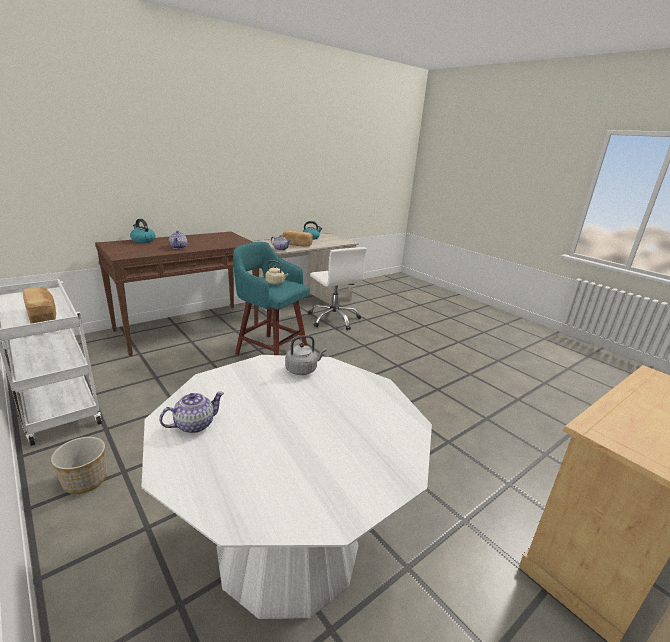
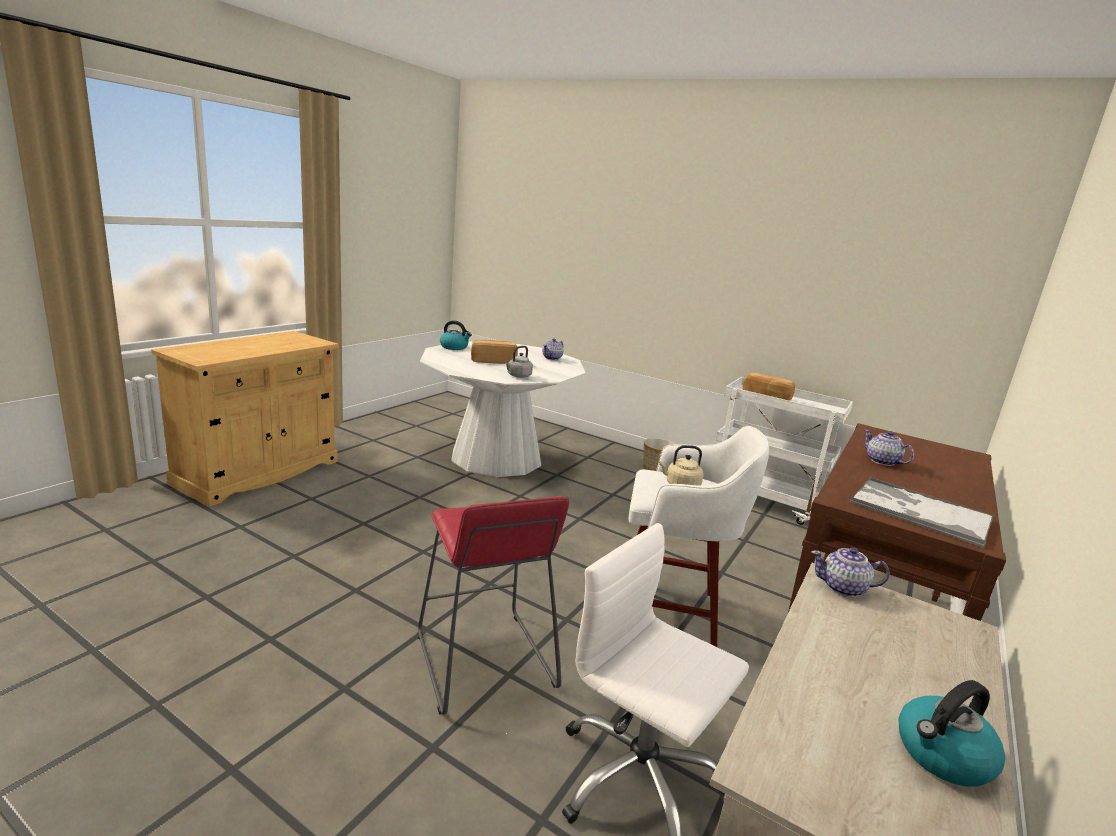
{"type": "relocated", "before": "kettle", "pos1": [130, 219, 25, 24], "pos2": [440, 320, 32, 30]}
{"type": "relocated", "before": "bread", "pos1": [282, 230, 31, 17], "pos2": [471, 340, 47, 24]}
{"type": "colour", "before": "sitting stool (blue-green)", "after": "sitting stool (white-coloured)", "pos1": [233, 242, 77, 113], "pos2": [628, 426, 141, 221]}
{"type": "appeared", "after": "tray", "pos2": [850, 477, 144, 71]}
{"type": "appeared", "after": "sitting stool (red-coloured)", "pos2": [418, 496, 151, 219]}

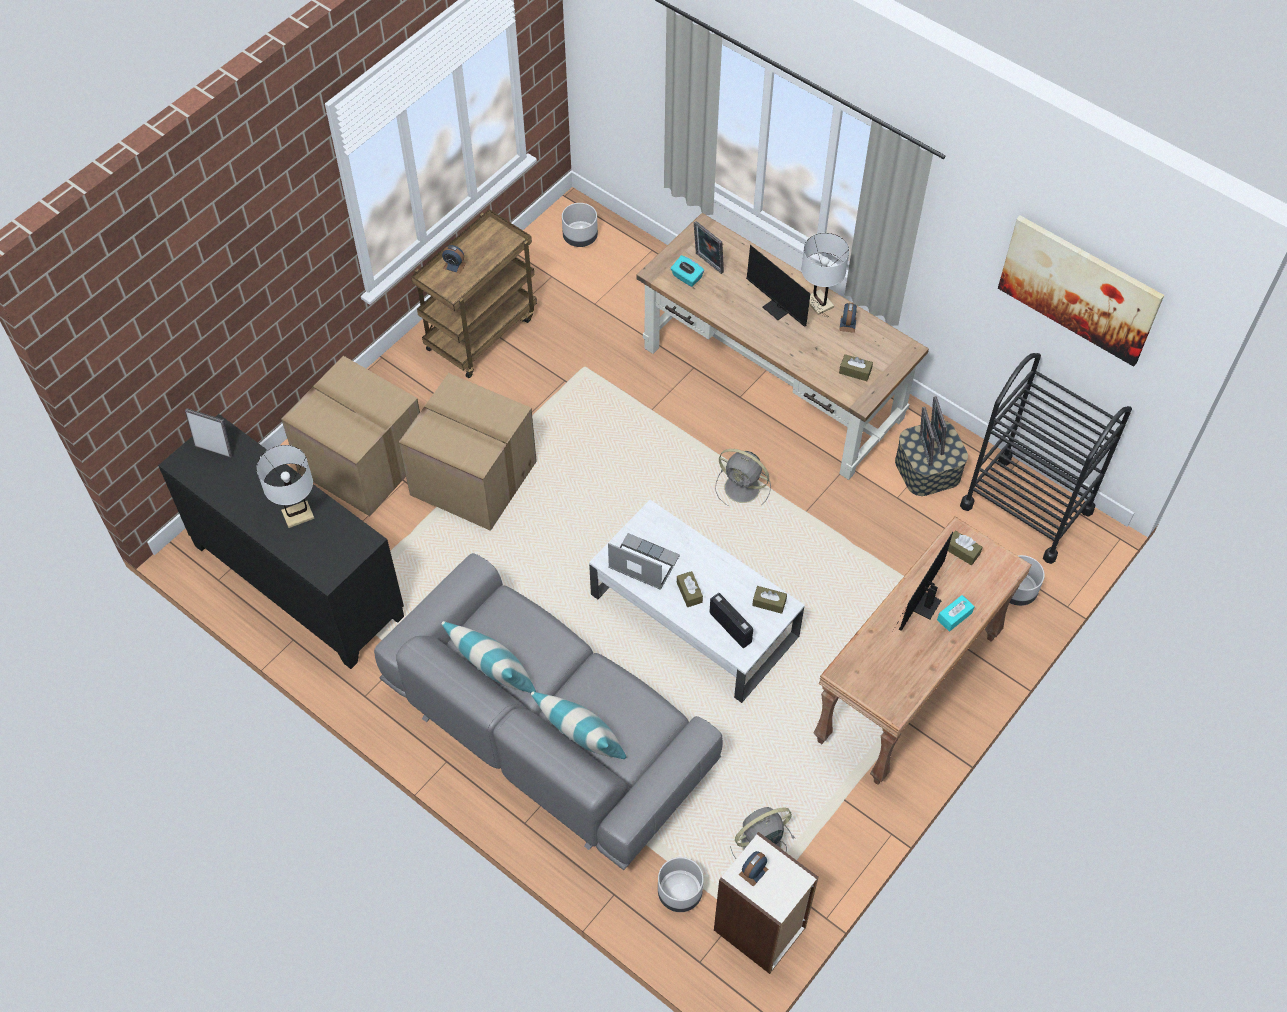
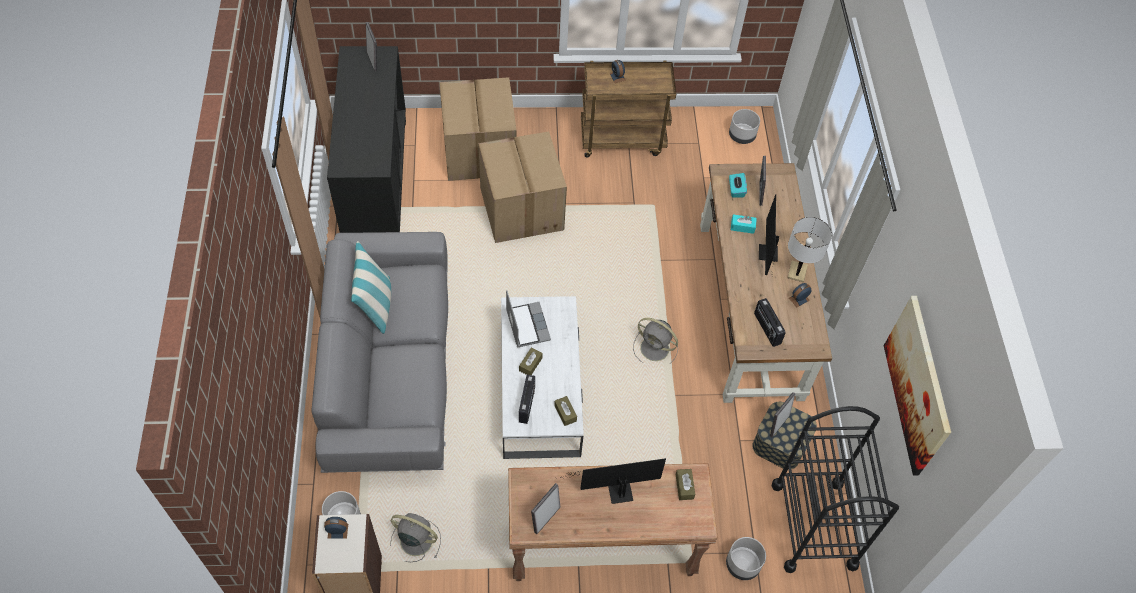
{"type": "exchanged", "before": "box of tissues (brown)", "after": "radio receiver", "pos1": [839, 354, 34, 27], "pos2": [754, 298, 32, 49]}
{"type": "relocated", "before": "standing frame", "pos1": [931, 396, 16, 59], "pos2": [531, 483, 29, 51]}
{"type": "missing", "before": "tabletop lamp (white-coloured)", "pos1": [257, 445, 58, 83]}
{"type": "spun", "before": "electric fan (greyish)", "pos1": [715, 449, 56, 57], "pos2": [633, 318, 45, 46], "turn": -45}
{"type": "relocated", "before": "box of tissues (blue-green)", "pos1": [937, 595, 38, 37], "pos2": [731, 214, 26, 20]}
{"type": "missing", "before": "pillow", "pos1": [531, 692, 95, 67]}

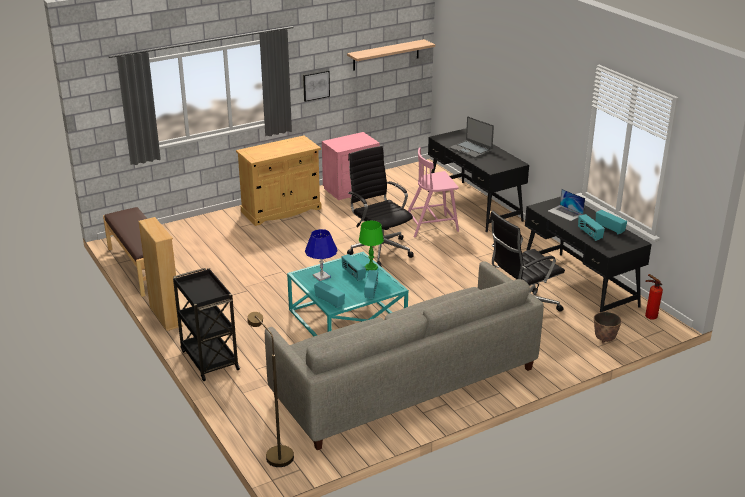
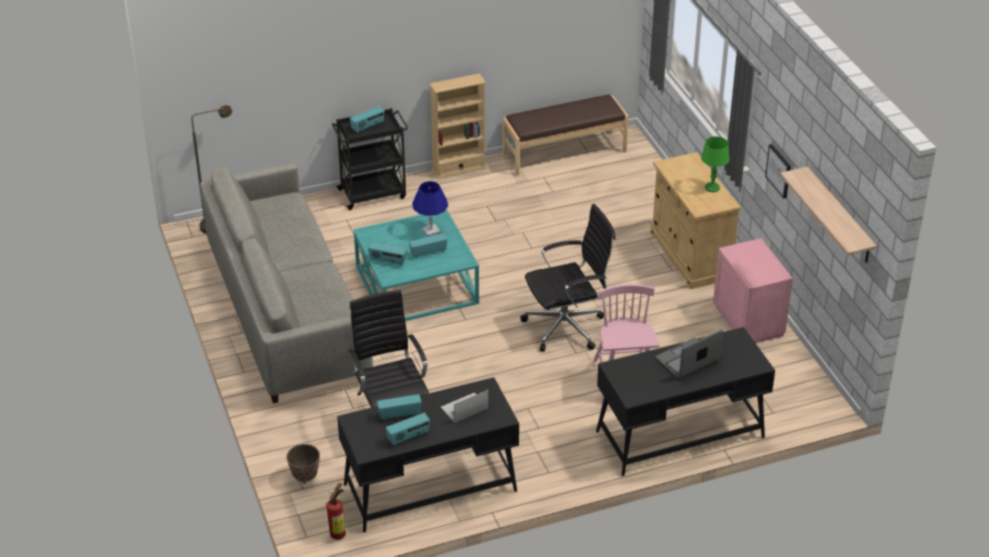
{"type": "relocated", "before": "tabletop lamp (greenish)", "pos1": [359, 221, 25, 50], "pos2": [701, 136, 29, 56]}
{"type": "relocated", "before": "radio receiver", "pos1": [314, 281, 31, 27], "pos2": [350, 106, 34, 27]}

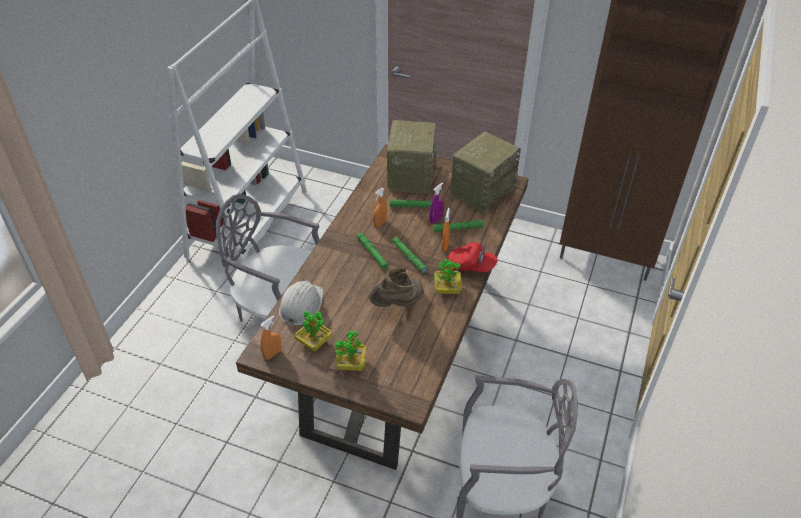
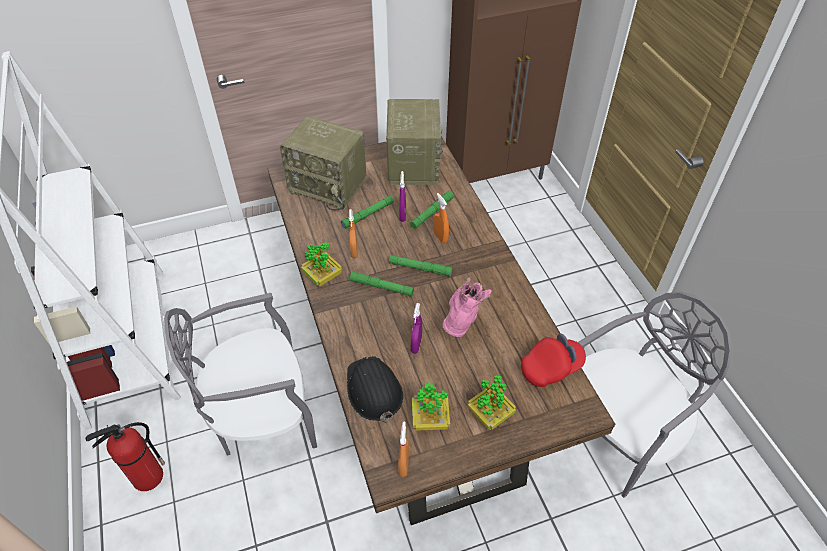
{"type": "spun", "before": "radio receiver", "pos1": [387, 120, 50, 74], "pos2": [280, 116, 86, 94], "turn": 150}
{"type": "relocated", "before": "peaked cap (red-coloured)", "pos1": [448, 242, 50, 30], "pos2": [521, 333, 65, 54]}
{"type": "relocated", "before": "plant in a pot", "pos1": [434, 259, 28, 35], "pos2": [301, 242, 41, 45]}
{"type": "colour", "before": "high-top boot (brown)", "after": "high-top boot (pink-coloured)", "pos1": [368, 267, 56, 40], "pos2": [442, 277, 50, 60]}
{"type": "colour", "before": "safety helmet (white-coloured)", "after": "safety helmet (black-coloured)", "pos1": [279, 280, 45, 47], "pos2": [347, 356, 56, 67]}
{"type": "appeared", "after": "spray bottle (purple-coloured)", "pos2": [411, 303, 11, 51]}
{"type": "appeared", "after": "extinguisher", "pos2": [85, 422, 80, 69]}

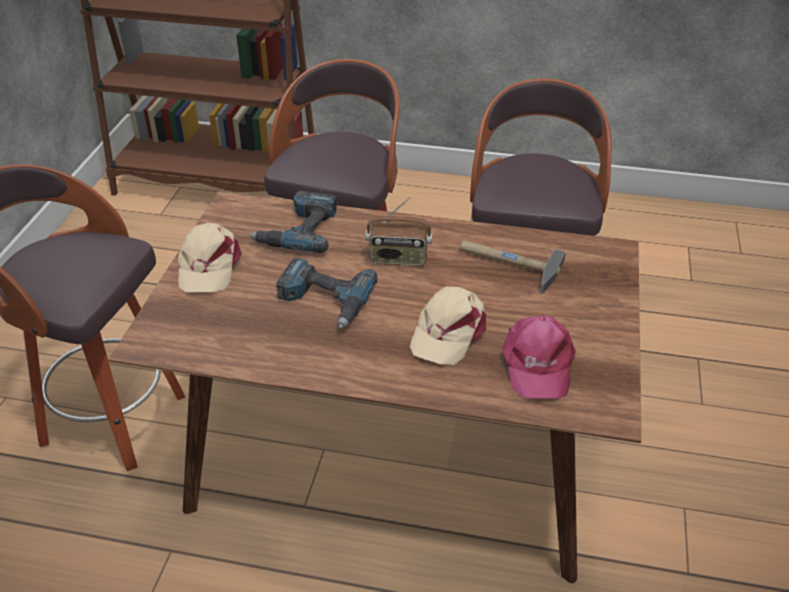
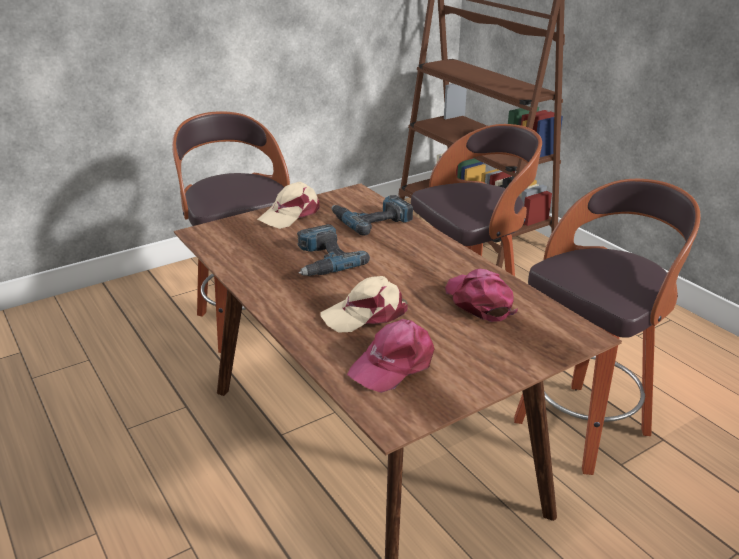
{"type": "missing", "before": "radio receiver", "pos1": [365, 197, 67, 69]}
{"type": "exchanged", "before": "hammer", "after": "peaked cap (pink-coloured)", "pos1": [460, 240, 106, 54], "pos2": [445, 269, 73, 53]}

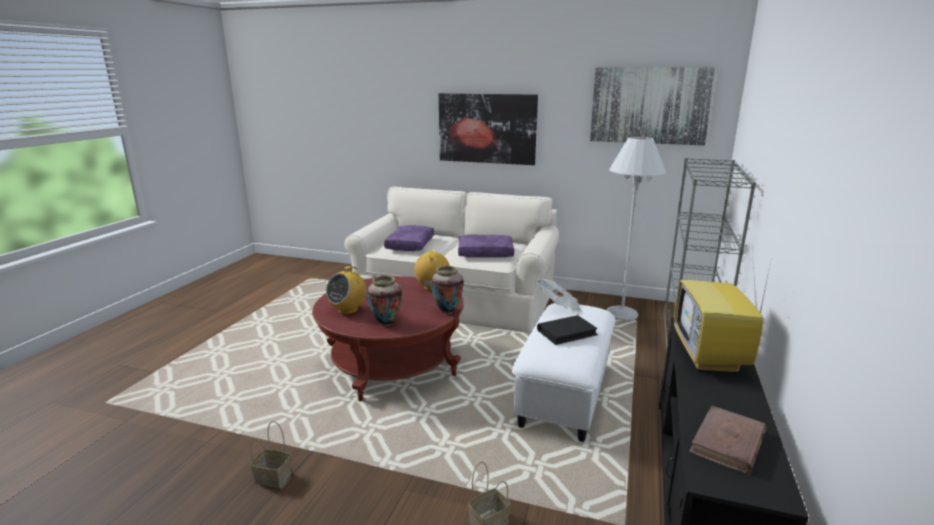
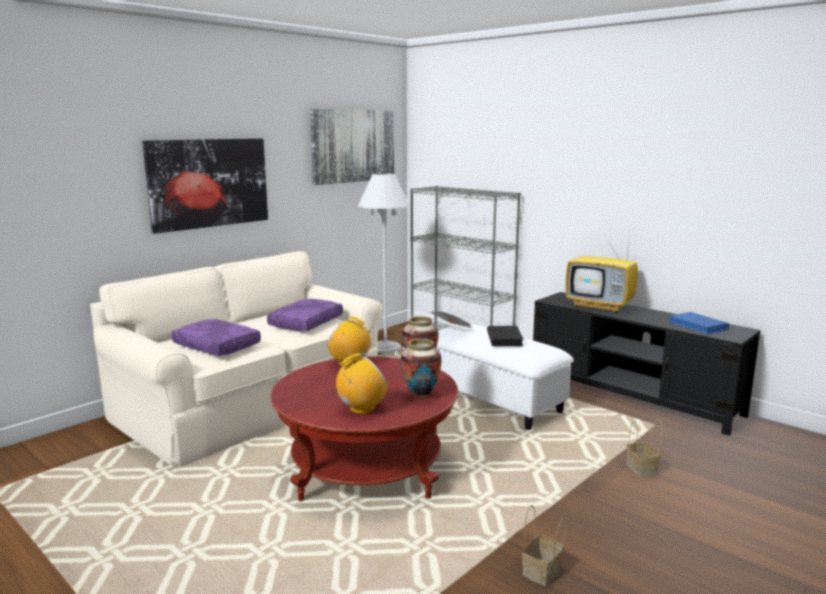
{"type": "spun", "before": "radio receiver", "pos1": [326, 266, 41, 48], "pos2": [336, 353, 52, 61], "turn": -90}
{"type": "colour", "before": "book (brown)", "after": "book (blue)", "pos1": [689, 405, 77, 70], "pos2": [669, 312, 60, 23]}

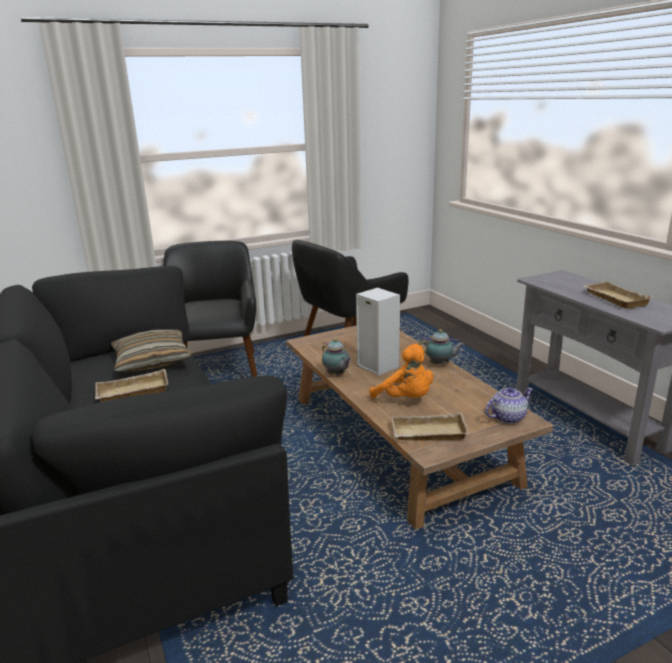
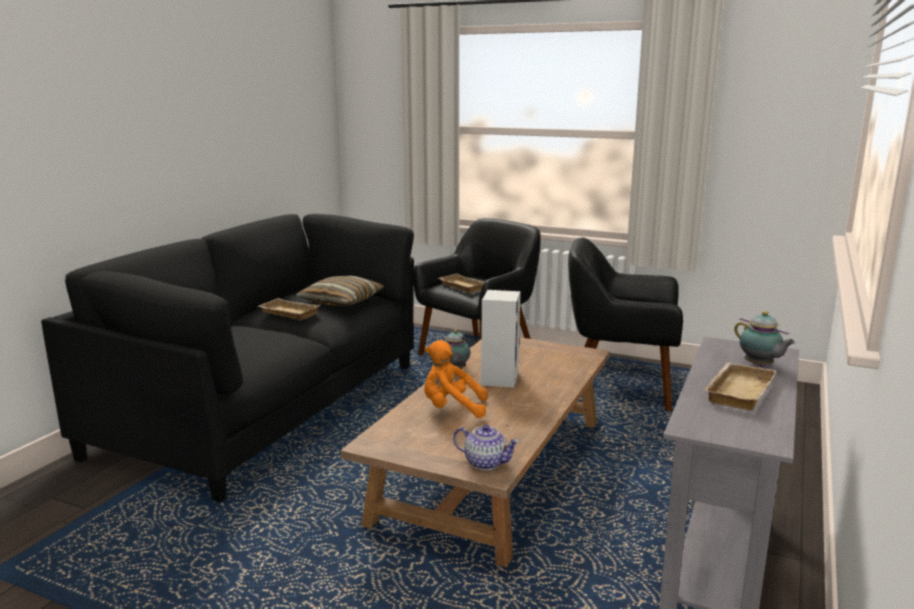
{"type": "relocated", "before": "tea pot", "pos1": [419, 329, 45, 36], "pos2": [734, 311, 61, 56]}
{"type": "spun", "before": "soft toy (orangey)", "pos1": [370, 344, 63, 54], "pos2": [424, 340, 64, 78], "turn": 90}
{"type": "relocated", "before": "tray (beige)", "pos1": [391, 412, 78, 28], "pos2": [437, 274, 48, 19]}

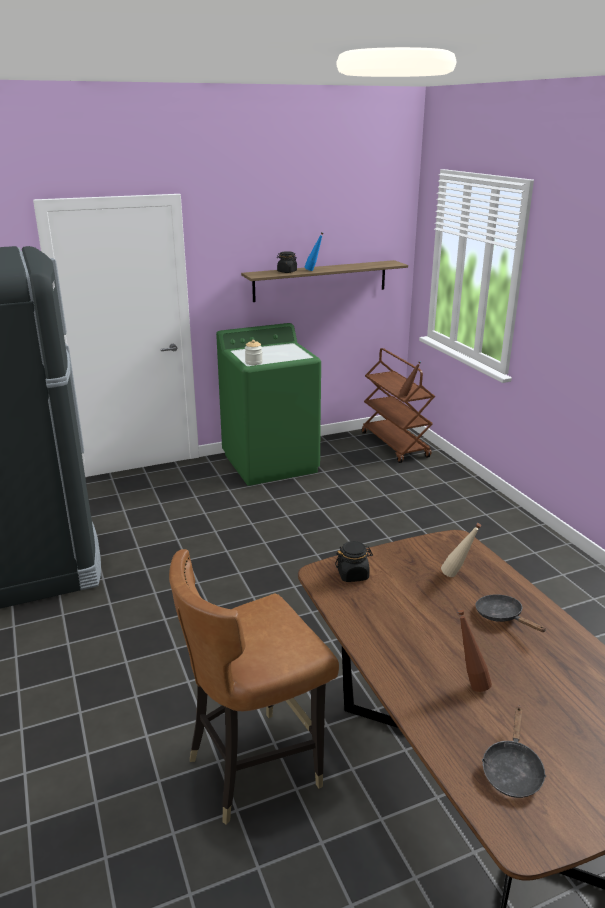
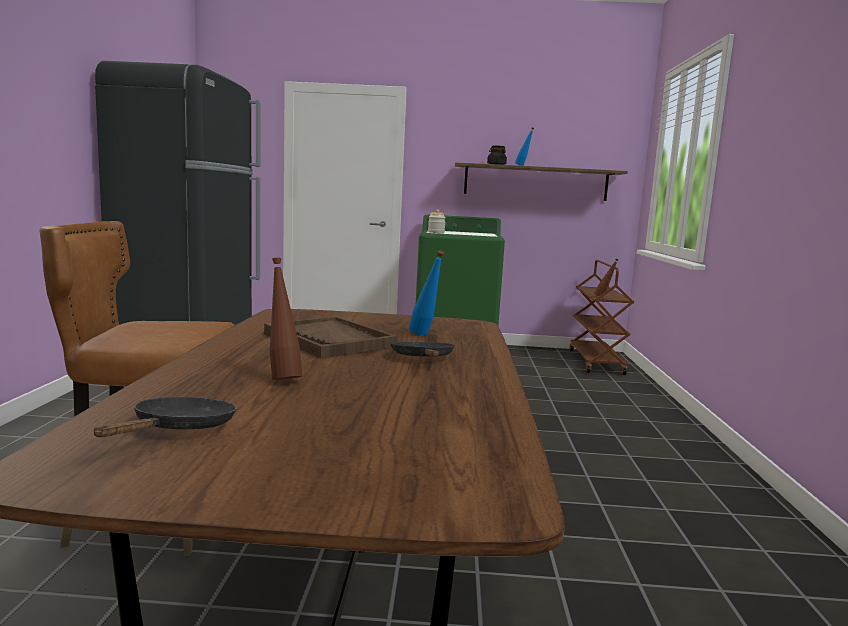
{"type": "colour", "before": "beverage bottle (beige)", "after": "beverage bottle (blue)", "pos1": [441, 523, 40, 54], "pos2": [409, 251, 35, 84]}
{"type": "missing", "before": "jar (black-coloured)", "pos1": [335, 541, 38, 41]}
{"type": "spun", "before": "skillet (black-coloured)", "pos1": [482, 706, 64, 92], "pos2": [93, 397, 144, 40], "turn": 150}
{"type": "appeared", "after": "tray (brown)", "pos2": [264, 316, 134, 43]}

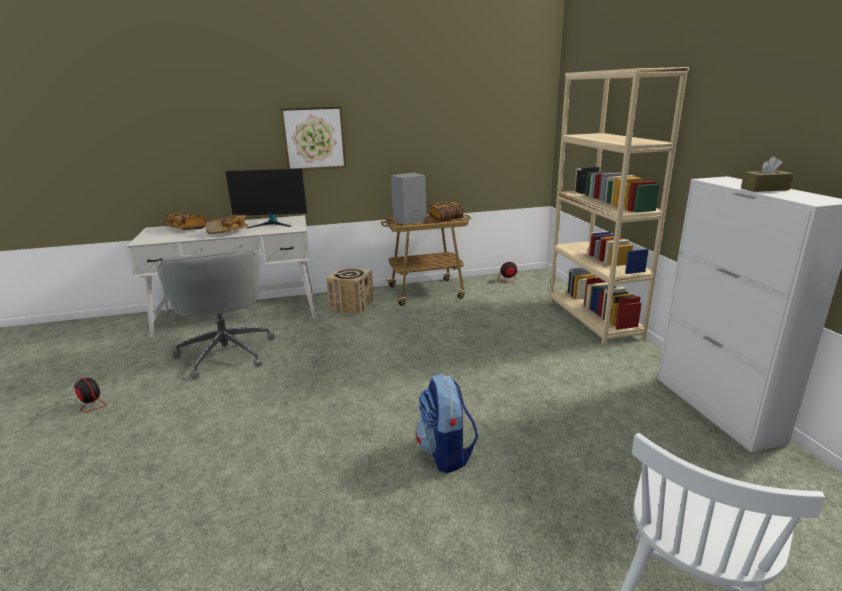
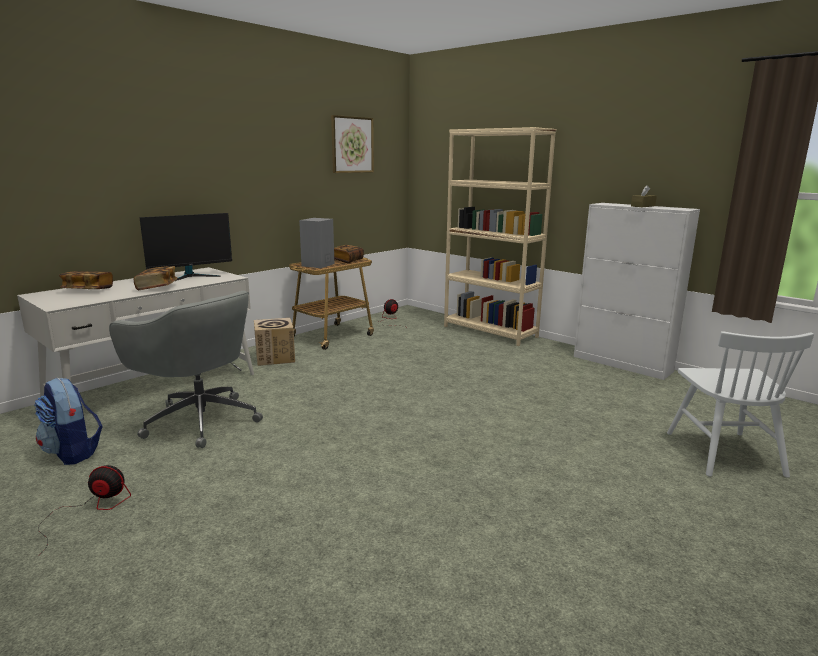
{"type": "relocated", "before": "wall picture", "pos1": [280, 106, 67, 64], "pos2": [331, 115, 43, 58]}
{"type": "relocated", "before": "rucksack", "pos1": [416, 373, 62, 100], "pos2": [34, 378, 69, 87]}

